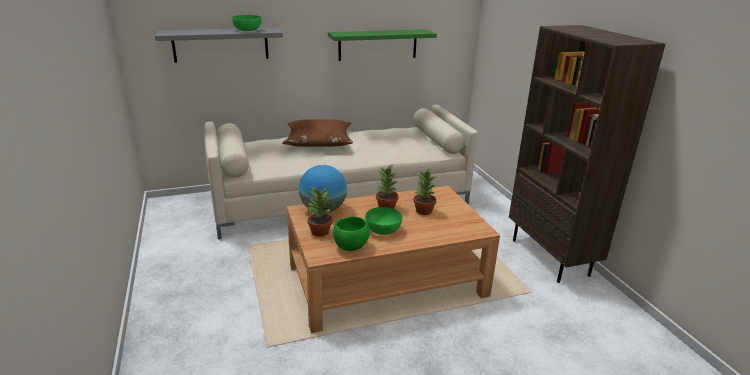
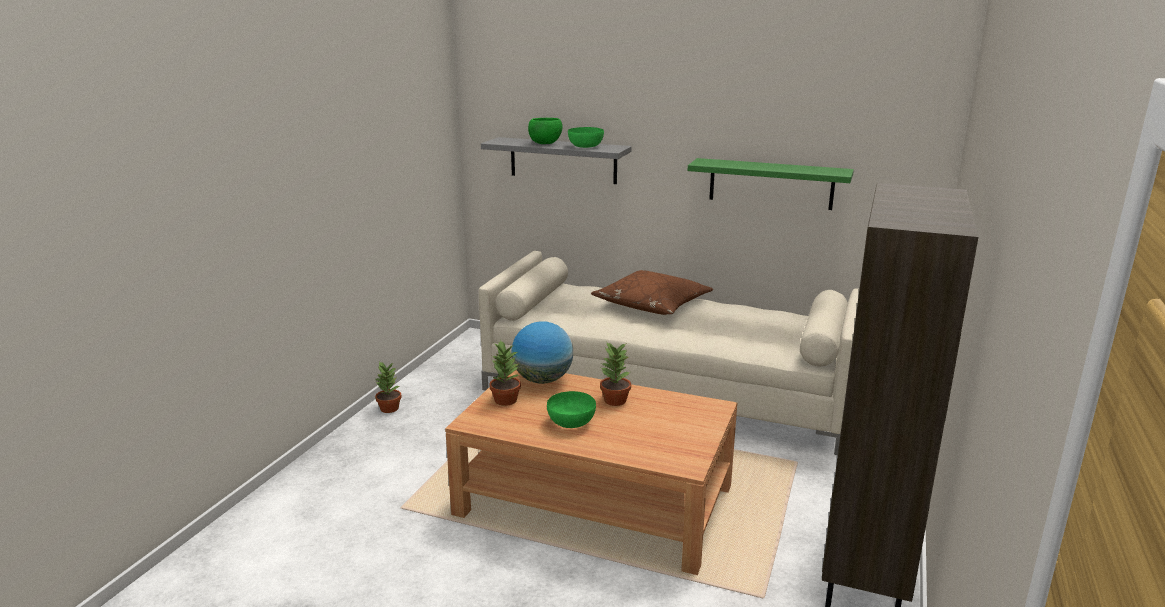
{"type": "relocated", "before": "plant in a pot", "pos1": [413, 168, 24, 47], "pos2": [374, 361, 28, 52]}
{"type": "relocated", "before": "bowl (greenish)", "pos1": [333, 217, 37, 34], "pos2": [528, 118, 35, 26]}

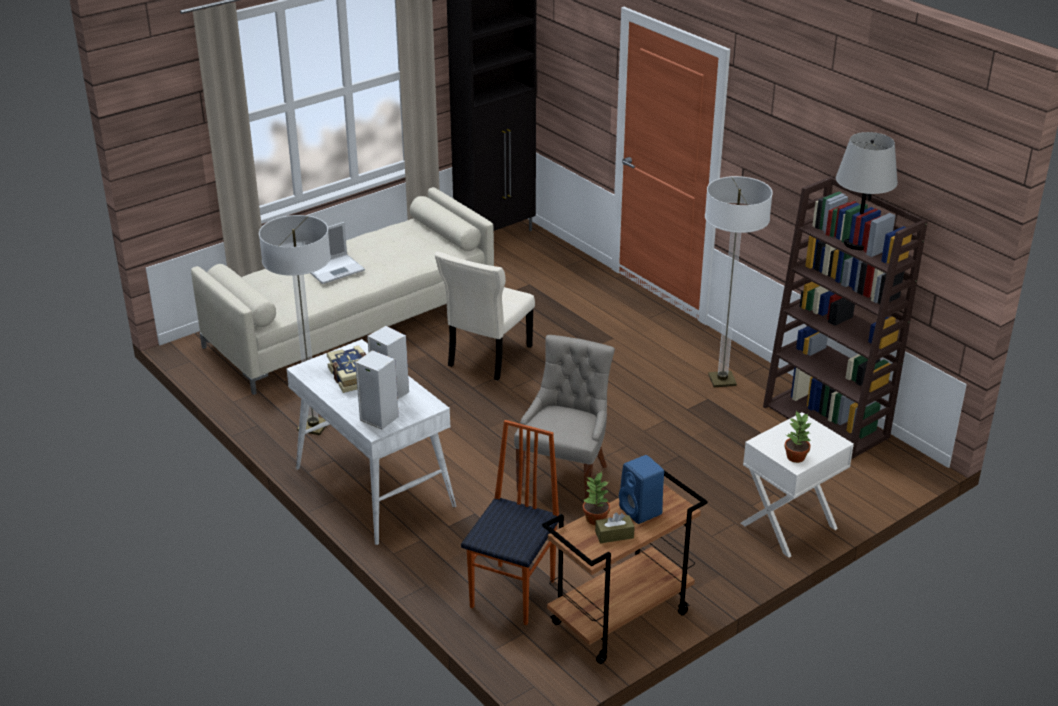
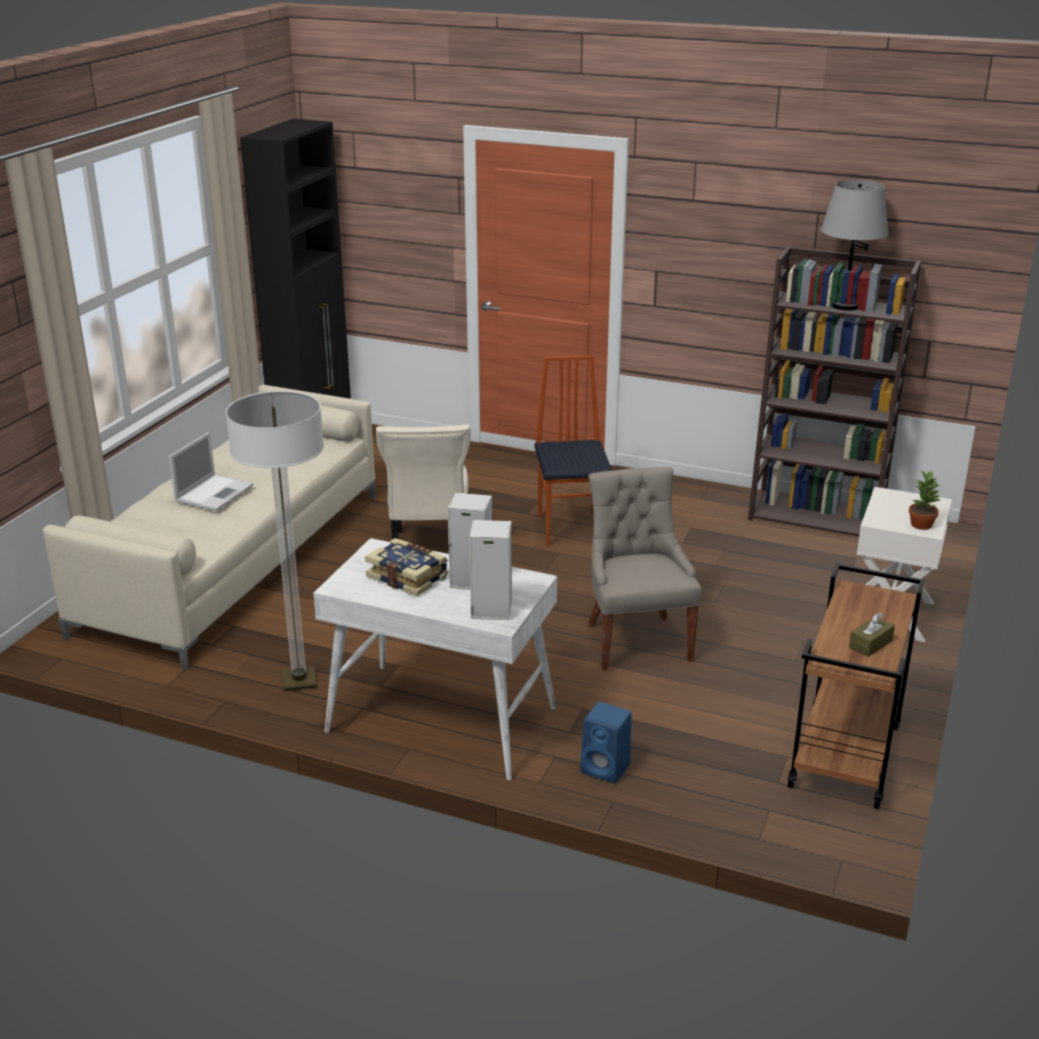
{"type": "missing", "before": "standard lamp", "pos1": [705, 176, 68, 211]}
{"type": "relocated", "before": "chair", "pos1": [461, 420, 98, 205], "pos2": [534, 355, 78, 192]}
{"type": "relocated", "before": "speaker (blue)", "pos1": [619, 455, 45, 69], "pos2": [580, 702, 51, 82]}
{"type": "missing", "before": "plant in a pot", "pos1": [583, 472, 27, 53]}

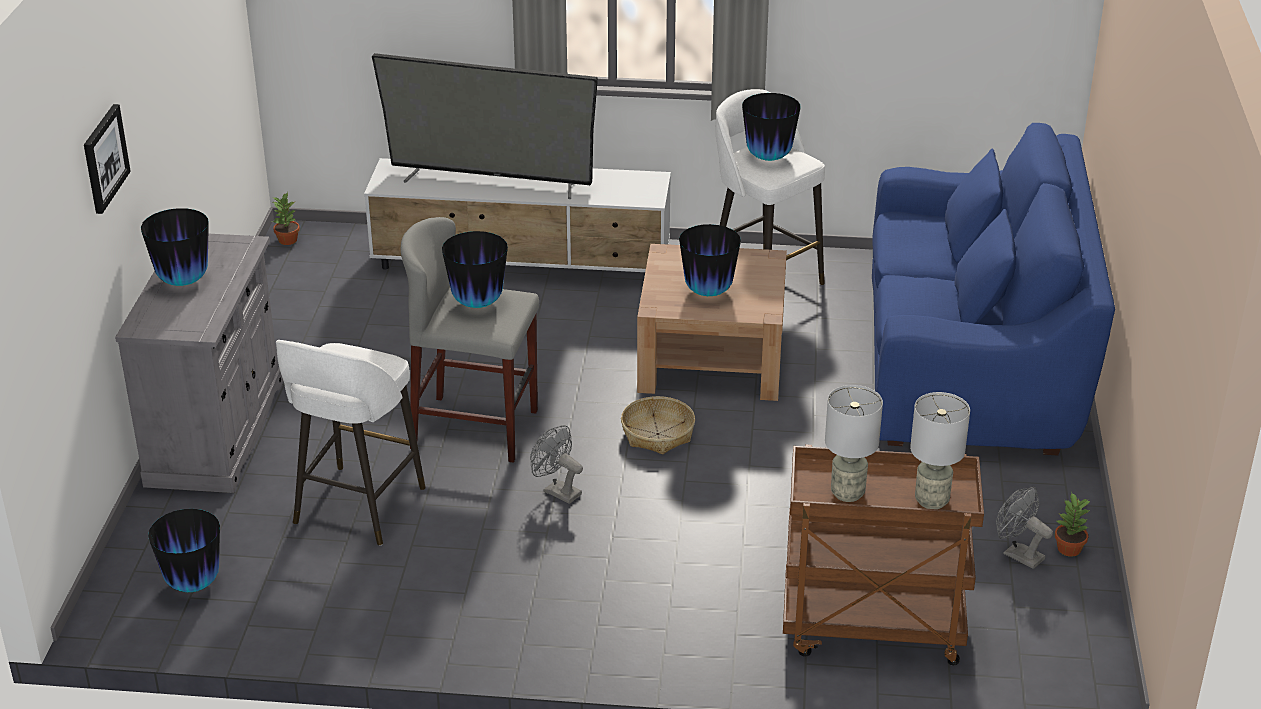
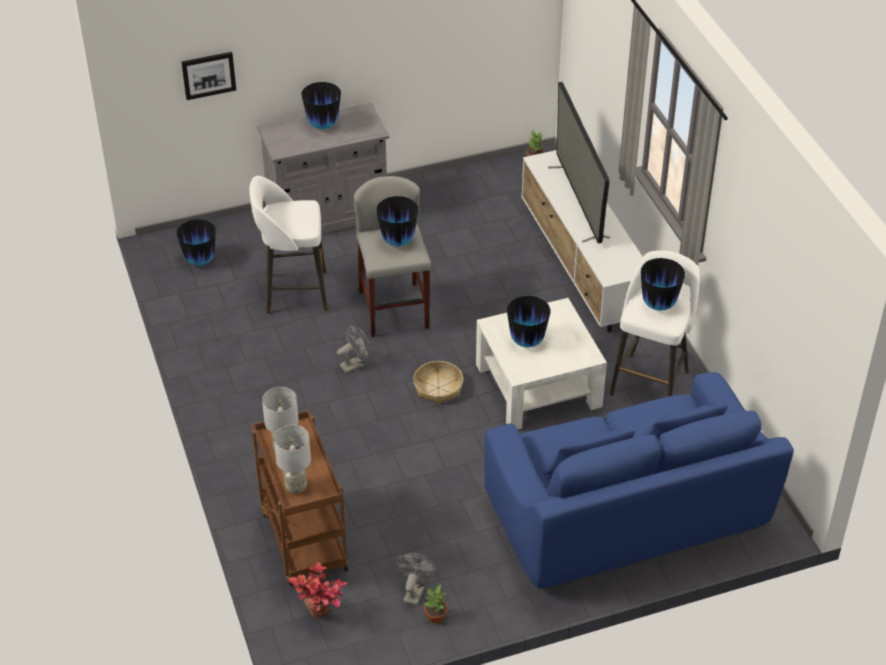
{"type": "relocated", "before": "wall picture", "pos1": [84, 104, 47, 110], "pos2": [181, 52, 55, 48]}
{"type": "colour", "before": "low table (brown)", "after": "low table (white-coloured)", "pos1": [637, 244, 150, 157], "pos2": [476, 298, 131, 131]}
{"type": "spun", "before": "electric fan (greyish)", "pos1": [530, 425, 53, 79], "pos2": [337, 325, 34, 48], "turn": 45}
{"type": "appeared", "after": "plant in a pot", "pos2": [288, 562, 59, 56]}

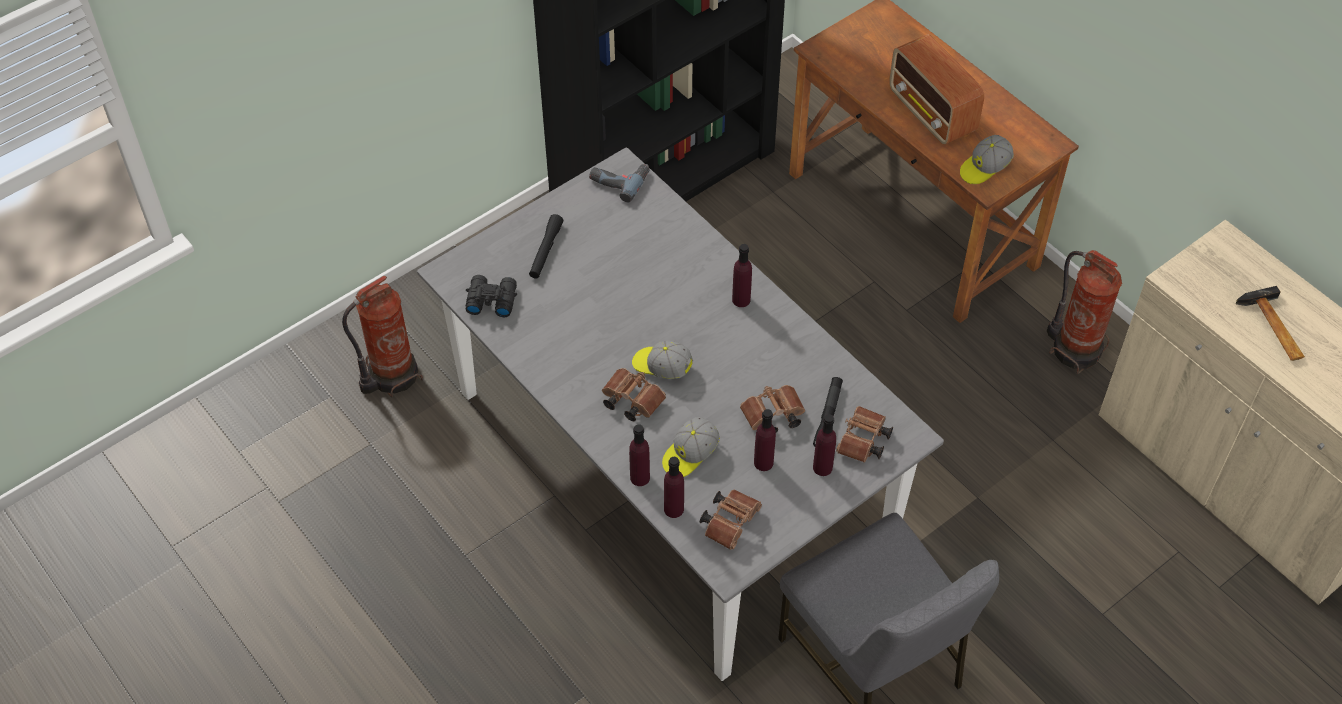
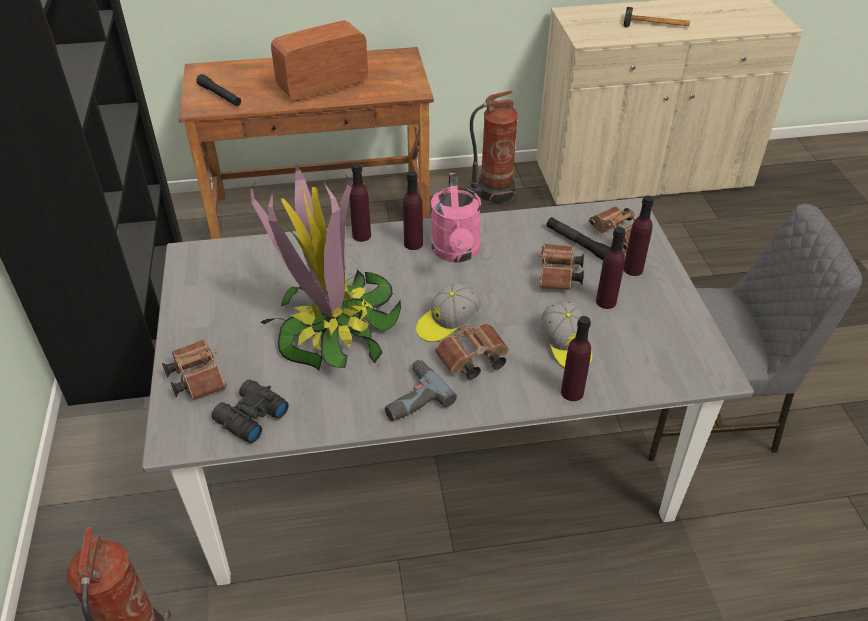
{"type": "spun", "before": "radio receiver", "pos1": [889, 35, 95, 109], "pos2": [271, 20, 97, 81], "turn": 150}
{"type": "missing", "before": "peaked cap", "pos1": [960, 135, 54, 49]}
{"type": "relocated", "before": "drill", "pos1": [589, 164, 61, 38], "pos2": [385, 360, 72, 61]}
{"type": "relocated", "before": "torch (black-coloured)", "pos1": [529, 214, 34, 64], "pos2": [196, 74, 45, 32]}
{"type": "relocated", "before": "beverage bottle (purple-coloured)", "pos1": [664, 457, 20, 61], "pos2": [349, 163, 22, 79]}
{"type": "relocated", "before": "field glasses (brown)", "pos1": [700, 489, 62, 61], "pos2": [162, 339, 65, 61]}
{"type": "appeared", "after": "plant in a pot", "pos2": [251, 164, 150, 207]}
{"type": "appeared", "after": "watering can (pink-coloured)", "pos2": [431, 173, 50, 89]}

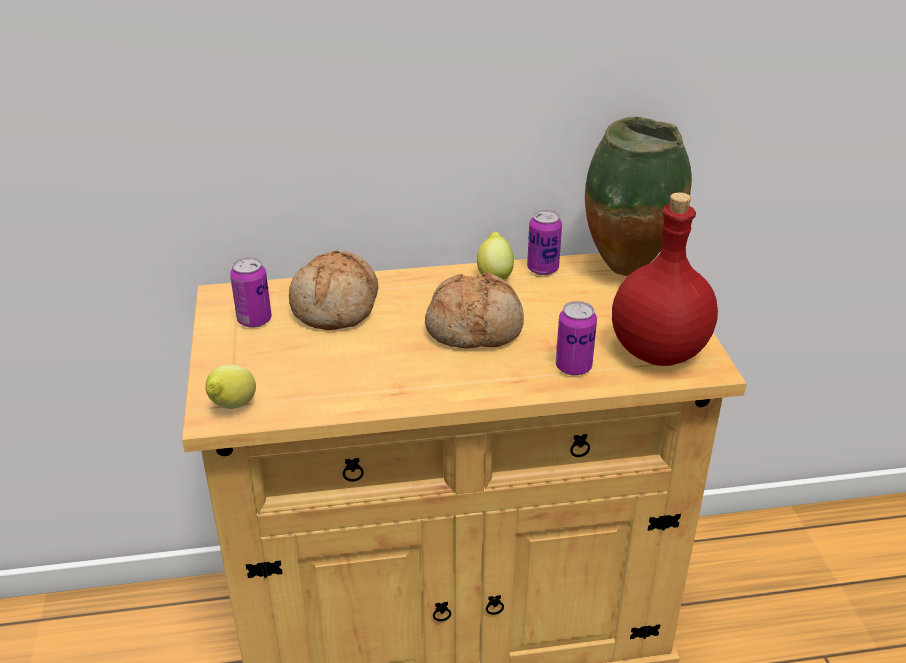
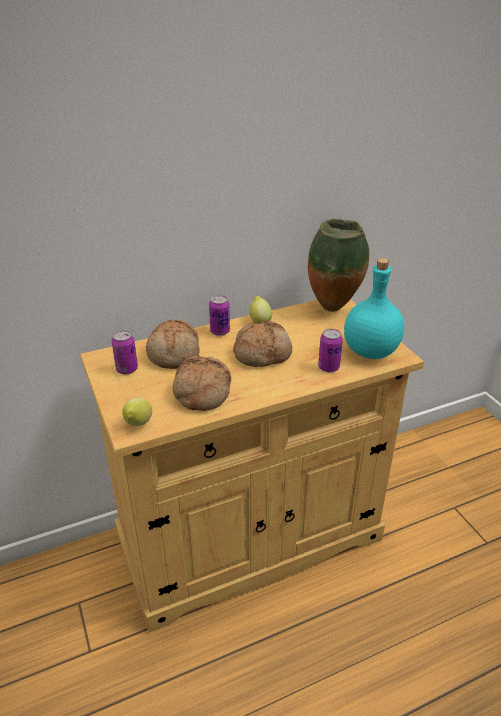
{"type": "colour", "before": "beverage bottle (red-coloured)", "after": "beverage bottle (blue-green)", "pos1": [612, 192, 106, 174], "pos2": [344, 258, 60, 101]}
{"type": "relocated", "before": "metal can", "pos1": [527, 210, 35, 65], "pos2": [209, 295, 21, 41]}
{"type": "appeared", "after": "bread", "pos2": [173, 355, 58, 56]}

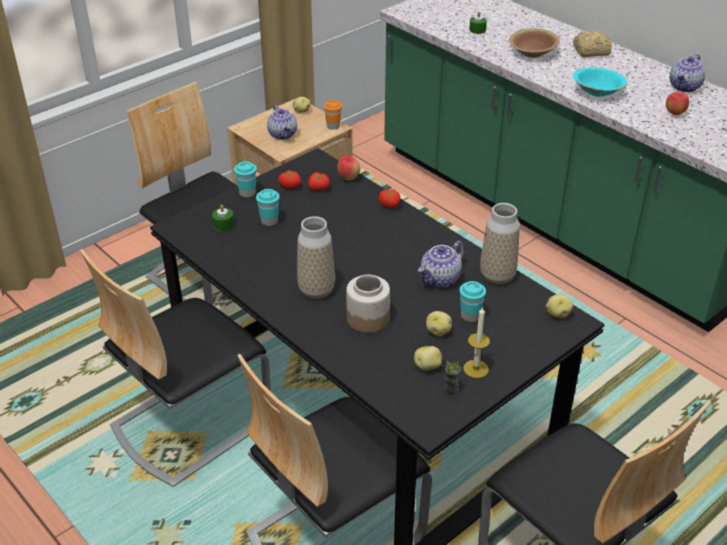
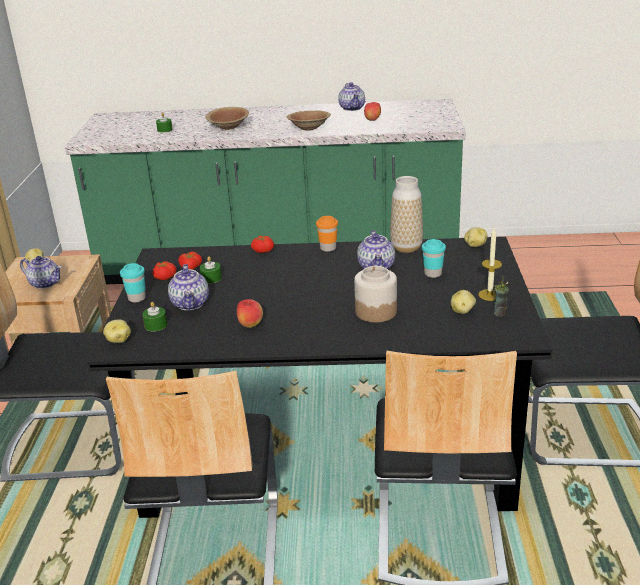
{"type": "missing", "before": "bread", "pos1": [573, 30, 39, 27]}
{"type": "colour", "before": "bowl (blue-green)", "after": "bowl (brown)", "pos1": [573, 67, 54, 30], "pos2": [287, 110, 44, 21]}
{"type": "relocated", "before": "small cup (orangey)", "pos1": [324, 100, 18, 30], "pos2": [316, 216, 22, 36]}
{"type": "relocated", "before": "apple", "pos1": [337, 156, 23, 24], "pos2": [237, 299, 26, 29]}
{"type": "exchanged", "before": "small cup (blue-green)", "after": "tea pot", "pos1": [256, 189, 24, 37], "pos2": [168, 264, 41, 46]}
{"type": "missing", "before": "flower vase", "pos1": [297, 216, 38, 83]}
{"type": "relocated", "before": "spud", "pos1": [426, 311, 26, 25], "pos2": [103, 319, 28, 24]}
{"type": "appeared", "after": "wax light (greenish)", "pos2": [200, 256, 22, 28]}

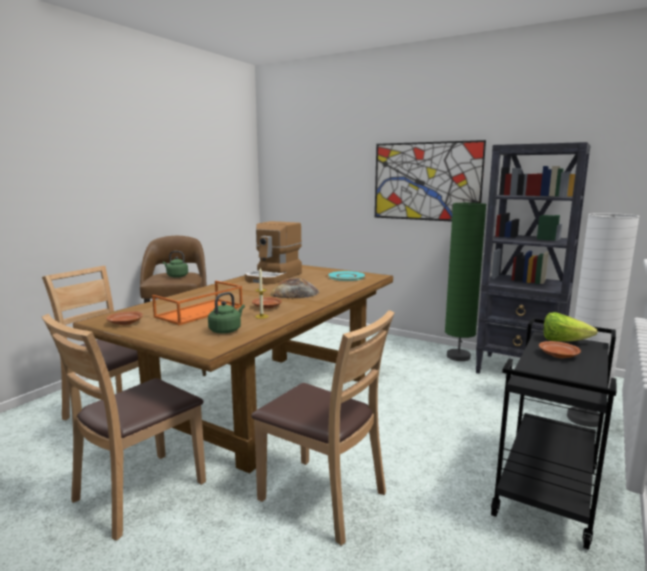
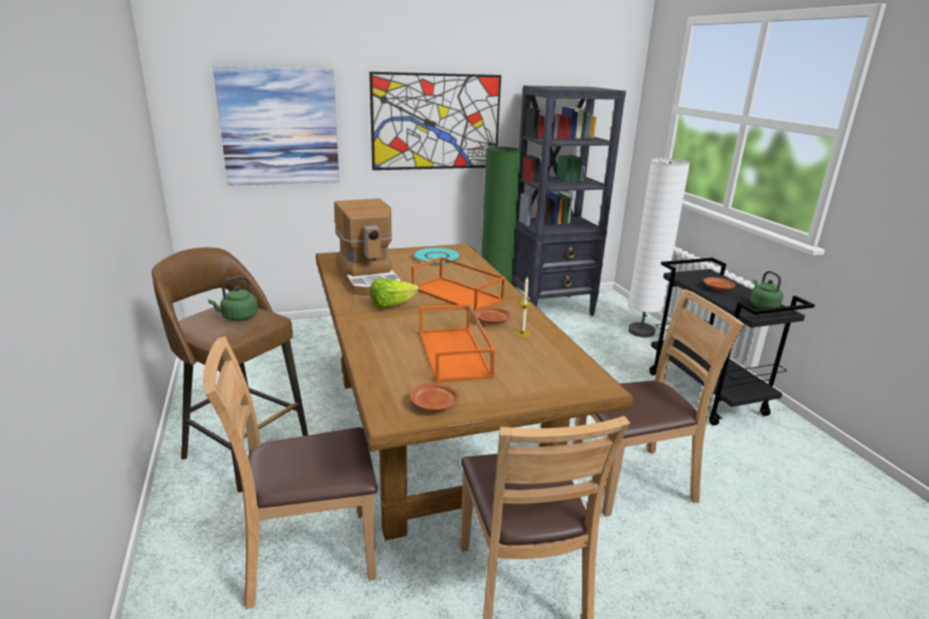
{"type": "exchanged", "before": "bread", "after": "tray (orangey)", "pos1": [271, 278, 48, 20], "pos2": [412, 257, 94, 54]}
{"type": "relocated", "before": "kettle (greenish)", "pos1": [208, 292, 37, 42], "pos2": [750, 271, 34, 38]}
{"type": "relocated", "before": "lettuce head", "pos1": [543, 312, 55, 30], "pos2": [370, 278, 49, 31]}
{"type": "appeared", "after": "wall picture", "pos2": [213, 66, 126, 120]}

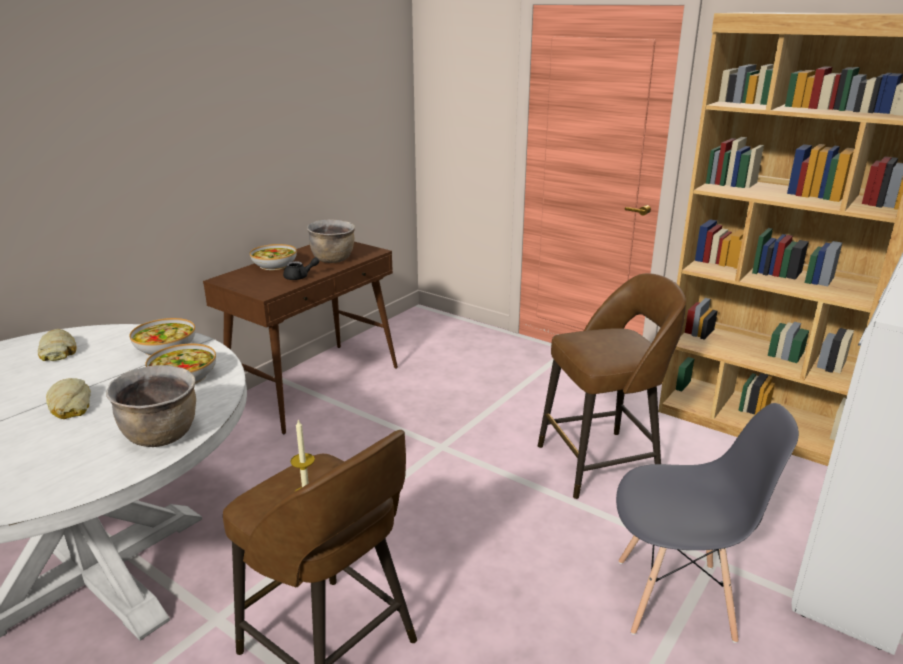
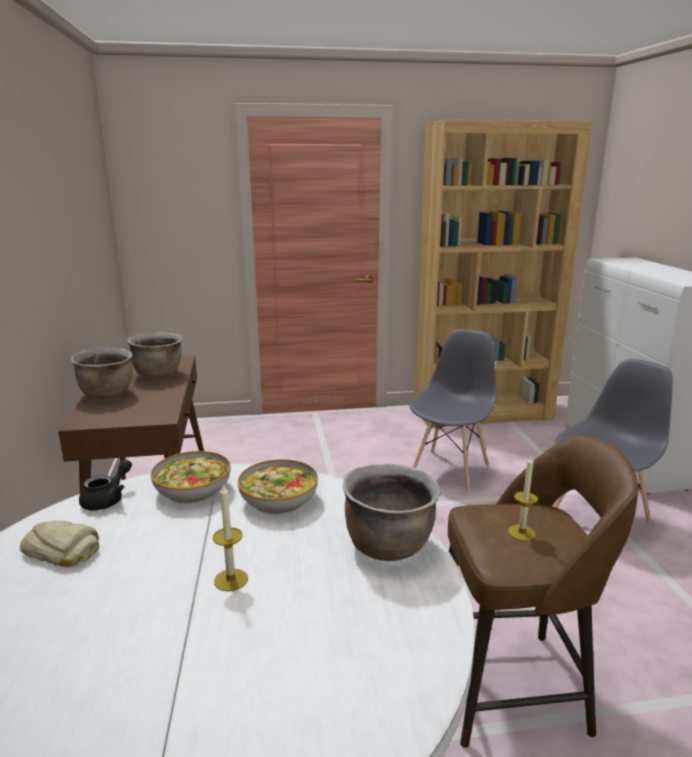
{"type": "exchanged", "before": "bowl", "after": "saucepot (brown)", "pos1": [250, 244, 47, 26], "pos2": [71, 347, 61, 53]}
{"type": "relocated", "before": "tea pot (black-coloured)", "pos1": [283, 257, 36, 23], "pos2": [79, 459, 53, 52]}
{"type": "exchanged", "before": "sitting stool (brown)", "after": "chair (greyish)", "pos1": [538, 273, 148, 226], "pos2": [409, 329, 88, 163]}
{"type": "exchanged", "before": "bread", "after": "wax light", "pos1": [46, 378, 45, 41], "pos2": [213, 484, 35, 107]}

